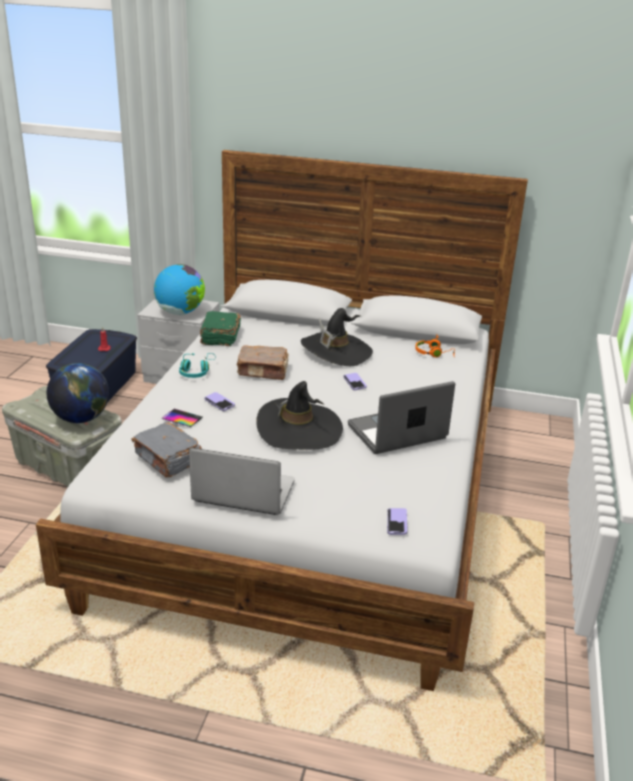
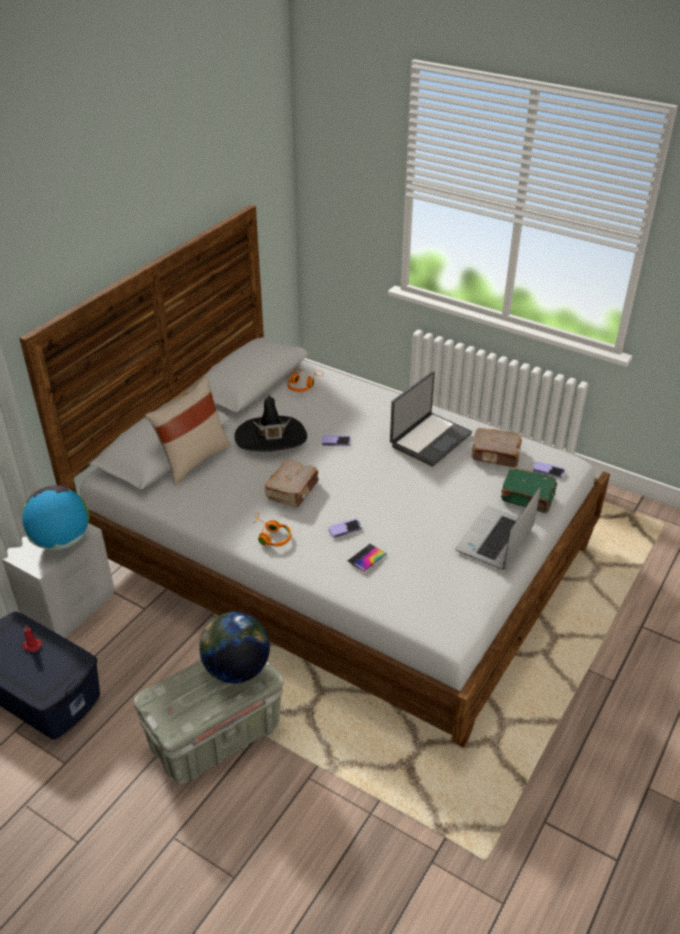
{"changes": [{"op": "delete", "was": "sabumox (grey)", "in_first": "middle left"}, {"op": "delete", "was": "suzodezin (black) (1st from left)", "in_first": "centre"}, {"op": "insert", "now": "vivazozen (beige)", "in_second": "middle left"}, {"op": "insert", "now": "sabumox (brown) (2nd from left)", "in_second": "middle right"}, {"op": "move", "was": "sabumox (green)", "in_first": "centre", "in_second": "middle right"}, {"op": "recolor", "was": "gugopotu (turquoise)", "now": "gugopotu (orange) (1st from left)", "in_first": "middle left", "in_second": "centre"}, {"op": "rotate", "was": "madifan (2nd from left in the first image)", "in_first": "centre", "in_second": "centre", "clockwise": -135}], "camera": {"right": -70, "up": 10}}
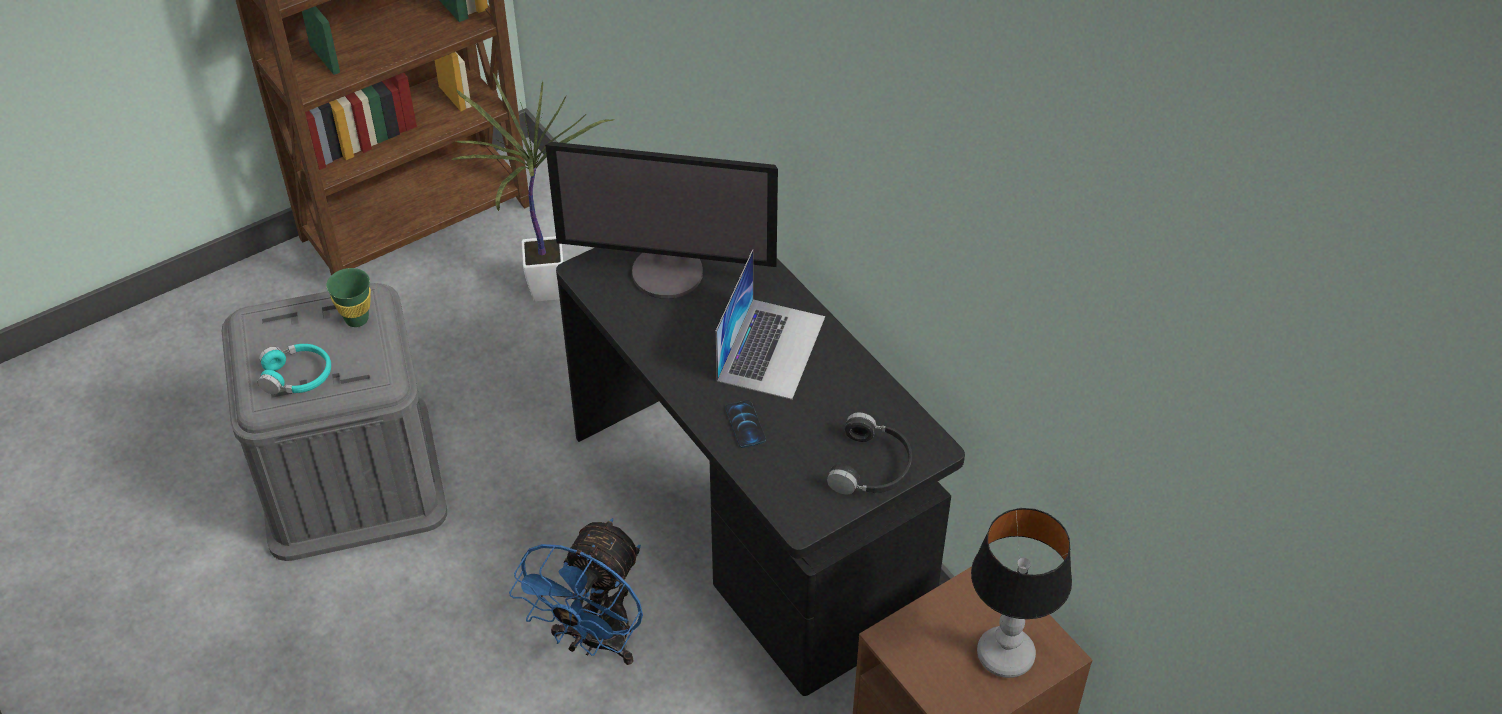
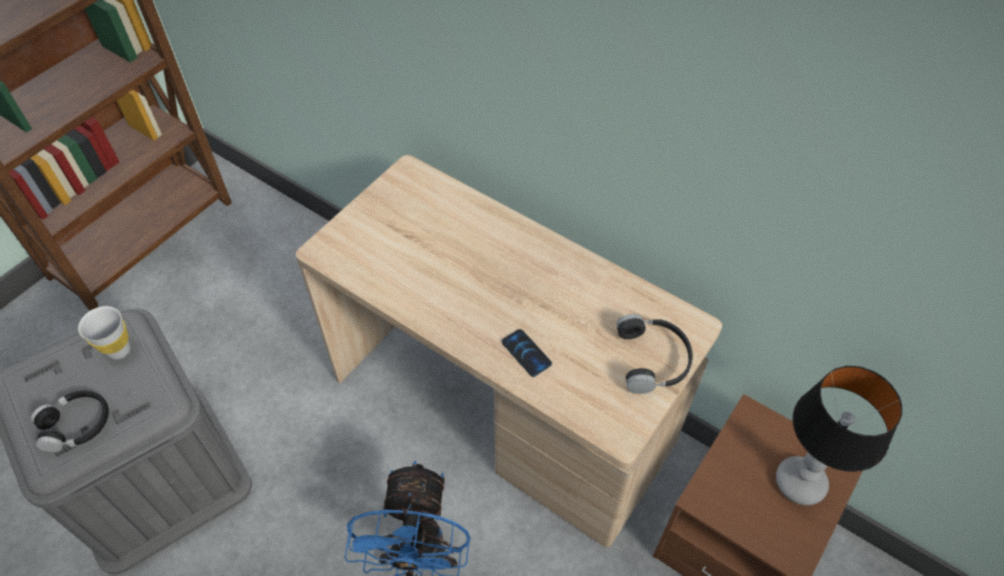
{"changes": [{"op": "delete", "was": "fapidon", "in_first": "top centre"}, {"op": "delete", "was": "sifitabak", "in_first": "top centre"}, {"op": "delete", "was": "madifan", "in_first": "centre"}, {"op": "recolor", "was": "gugopotu (turquoise)", "now": "gugopotu (black) (1st from left)", "in_first": "middle left", "in_second": "bottom left"}, {"op": "recolor", "was": "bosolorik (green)", "now": "bosolorik (white)", "in_first": "middle left", "in_second": "middle left"}, {"op": "recolor", "was": "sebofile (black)", "now": "sebofile (beige)", "in_first": "centre", "in_second": "centre"}], "camera": {"right": -20, "up": 5}}
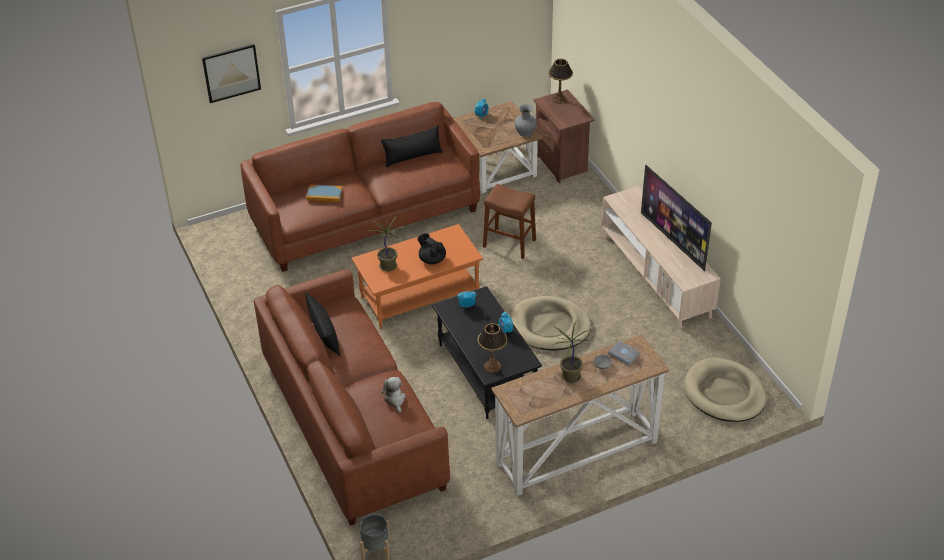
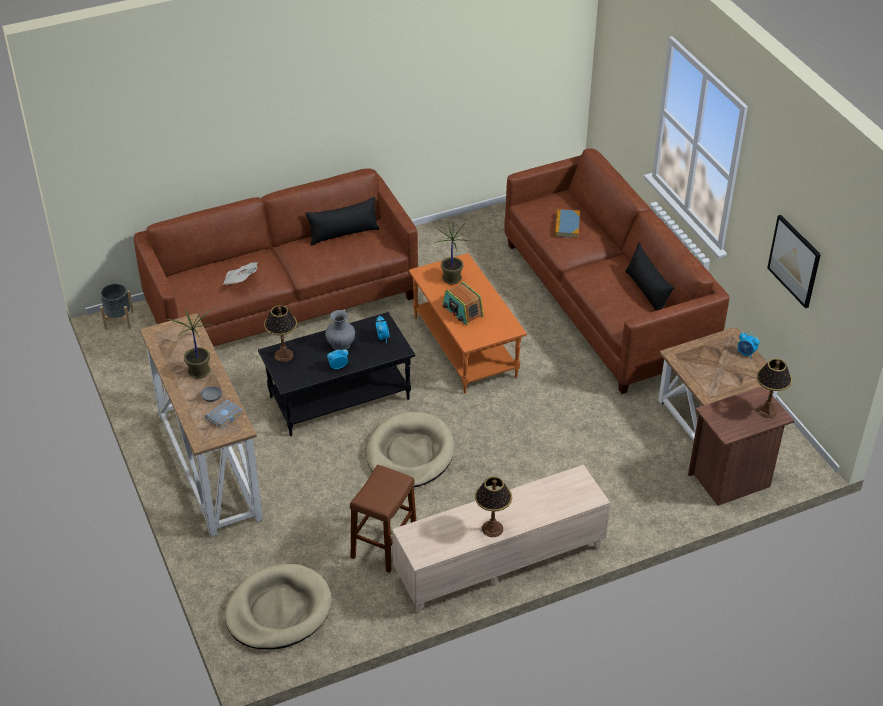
{"changes": [{"op": "move", "was": "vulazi", "in_first": "top left", "in_second": "middle right"}, {"op": "move", "was": "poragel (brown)", "in_first": "centre", "in_second": "bottom centre"}, {"op": "move", "was": "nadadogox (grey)", "in_first": "top centre", "in_second": "centre"}, {"op": "replace", "was": "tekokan", "now": "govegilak", "in_first": "bottom centre", "in_second": "middle left"}, {"op": "replace", "was": "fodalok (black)", "now": "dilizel", "in_first": "centre", "in_second": "centre"}, {"op": "replace", "was": "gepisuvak", "now": "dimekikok (2nd from left)", "in_first": "middle right", "in_second": "bottom centre"}], "camera": {"right": 90, "up": 0}}
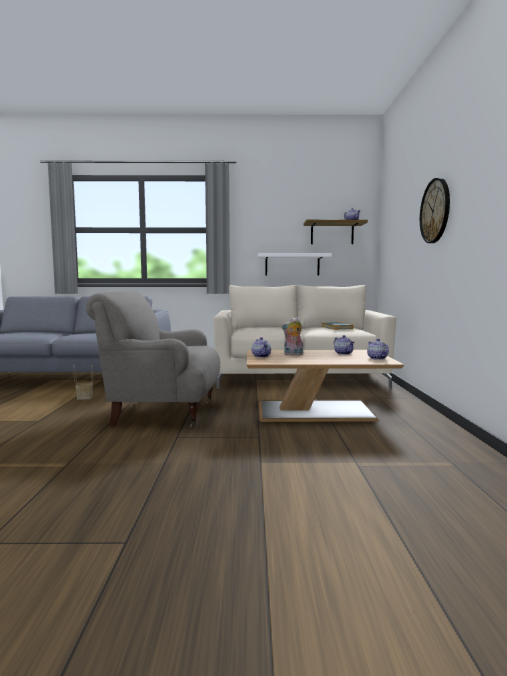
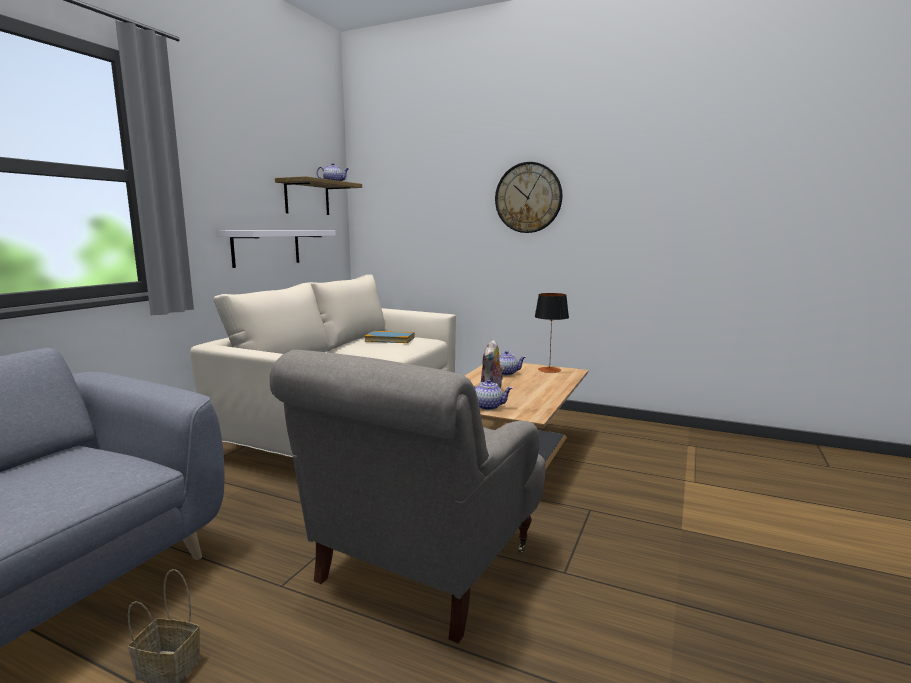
{"changes": [{"op": "replace", "was": "fodalok (4th from left)", "now": "dimekikok", "in_first": "middle right", "in_second": "centre"}], "camera": {"right": -65, "up": 5}}
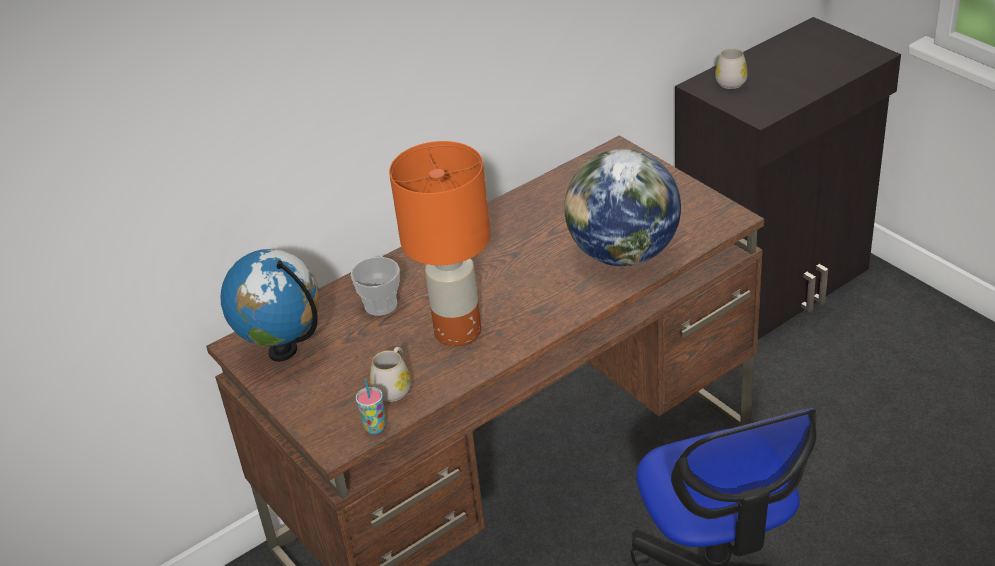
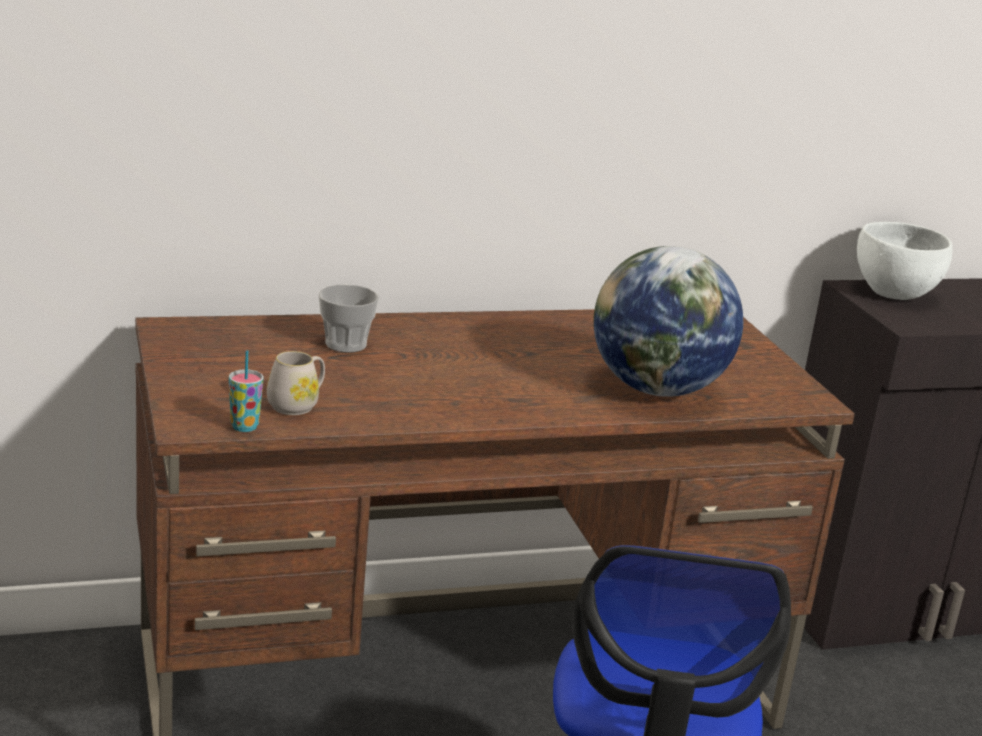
{"changes": [{"op": "delete", "was": "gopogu (1st from left)", "in_first": "middle left"}, {"op": "delete", "was": "dimekikok (orange)", "in_first": "centre"}, {"op": "replace", "was": "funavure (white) (2nd from left)", "now": "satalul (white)", "in_first": "top right", "in_second": "middle right"}], "camera": {"right": 15, "up": -15}}
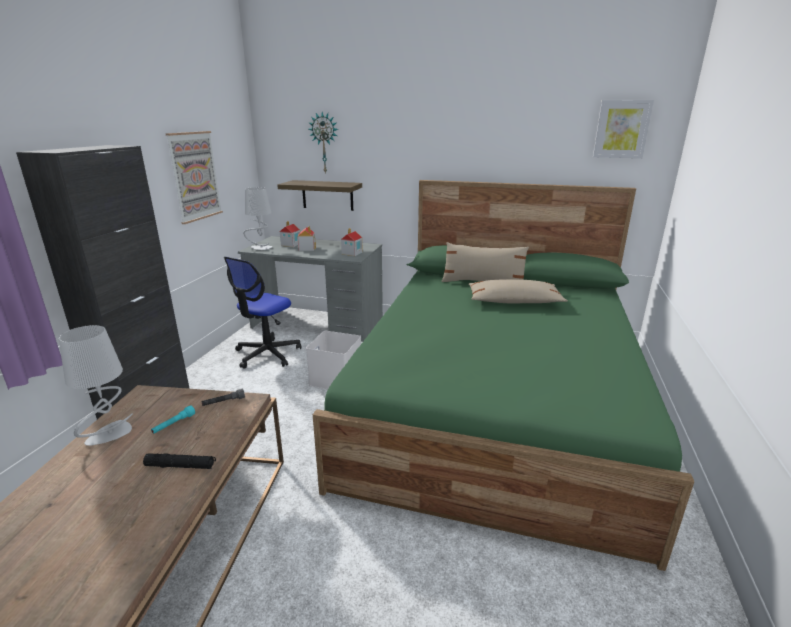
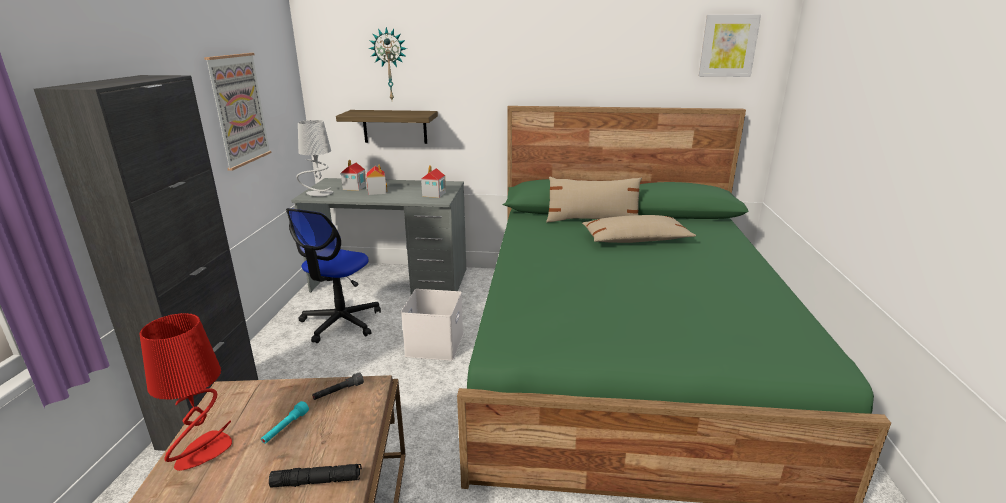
{"changes": [{"op": "recolor", "was": "dimekikok (grey) (1st from left)", "now": "dimekikok (red)", "in_first": "middle left", "in_second": "bottom left"}], "camera": {"right": -10, "up": 0}}
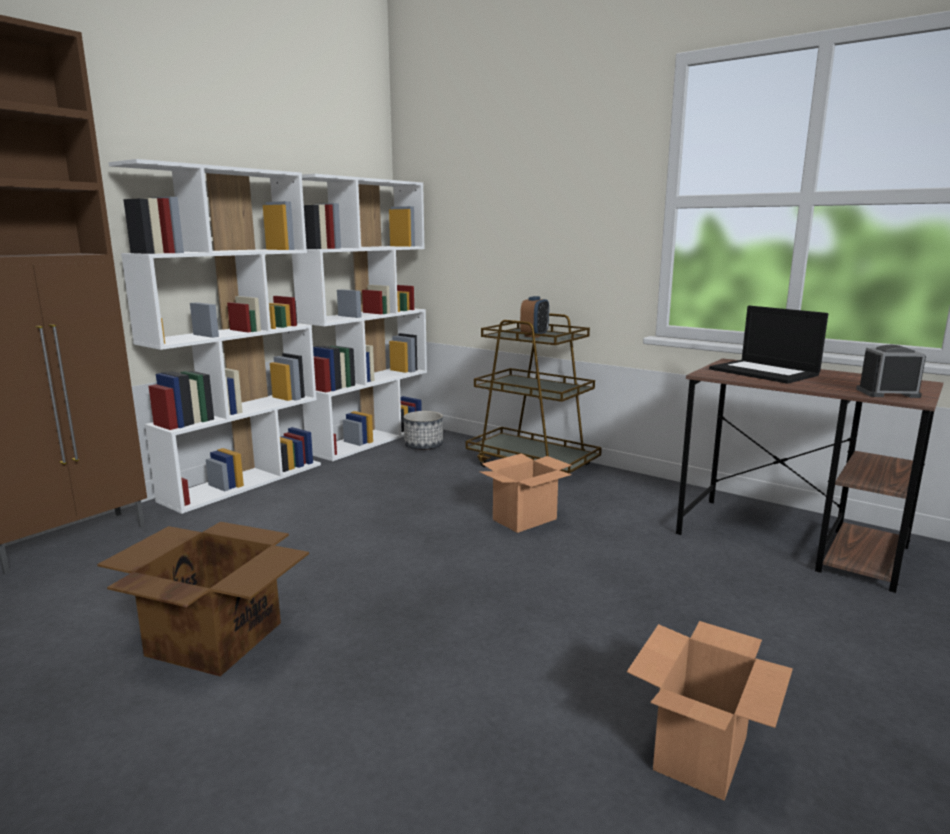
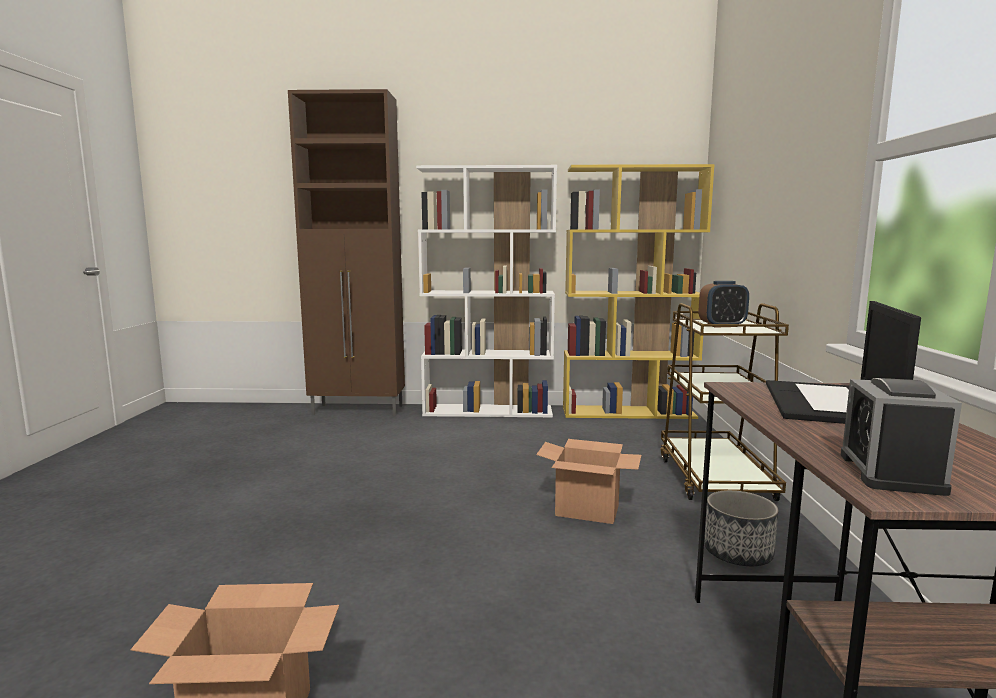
{"changes": [{"op": "delete", "was": "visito (1st from left)", "in_first": "bottom left"}, {"op": "move", "was": "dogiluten", "in_first": "centre", "in_second": "bottom right"}, {"op": "recolor", "was": "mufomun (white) (2nd from left)", "now": "mufomun (yellow)", "in_first": "centre", "in_second": "centre"}, {"op": "rotate", "was": "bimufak (2nd from left)", "in_first": "middle right", "in_second": "middle right", "clockwise": -135}], "camera": {"right": 55, "up": -5}}
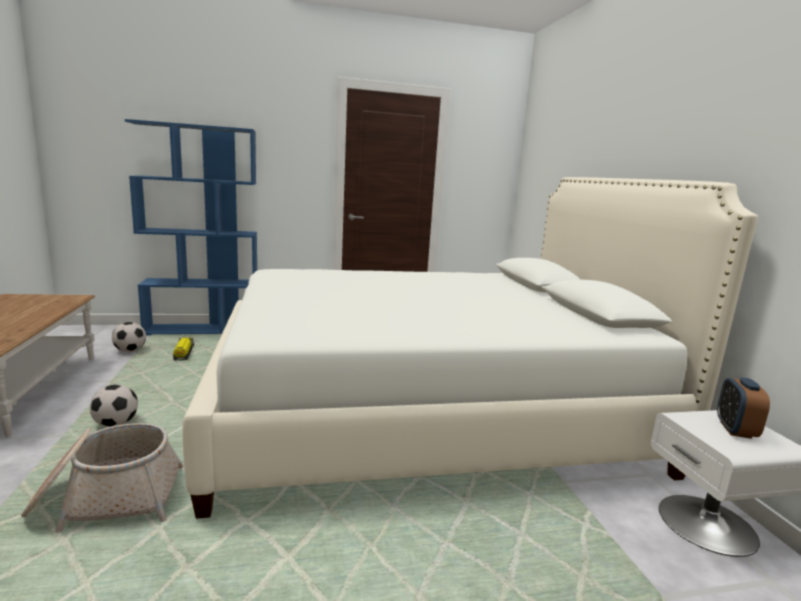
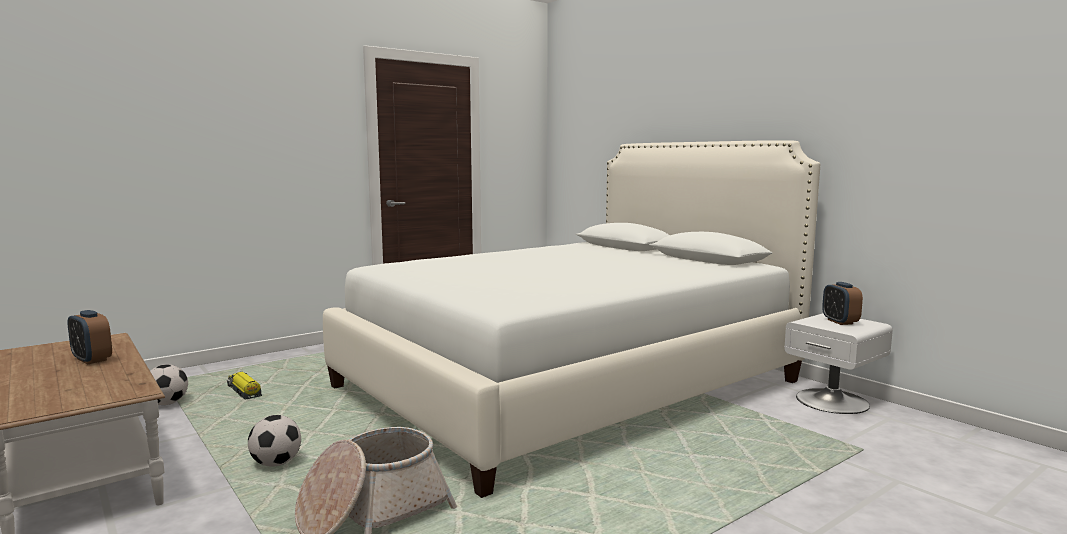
{"changes": [{"op": "delete", "was": "mufomun (blue)", "in_first": "middle left"}, {"op": "insert", "now": "bimufak (1st from left)", "in_second": "middle left"}], "camera": {"right": -25, "up": -5}}
